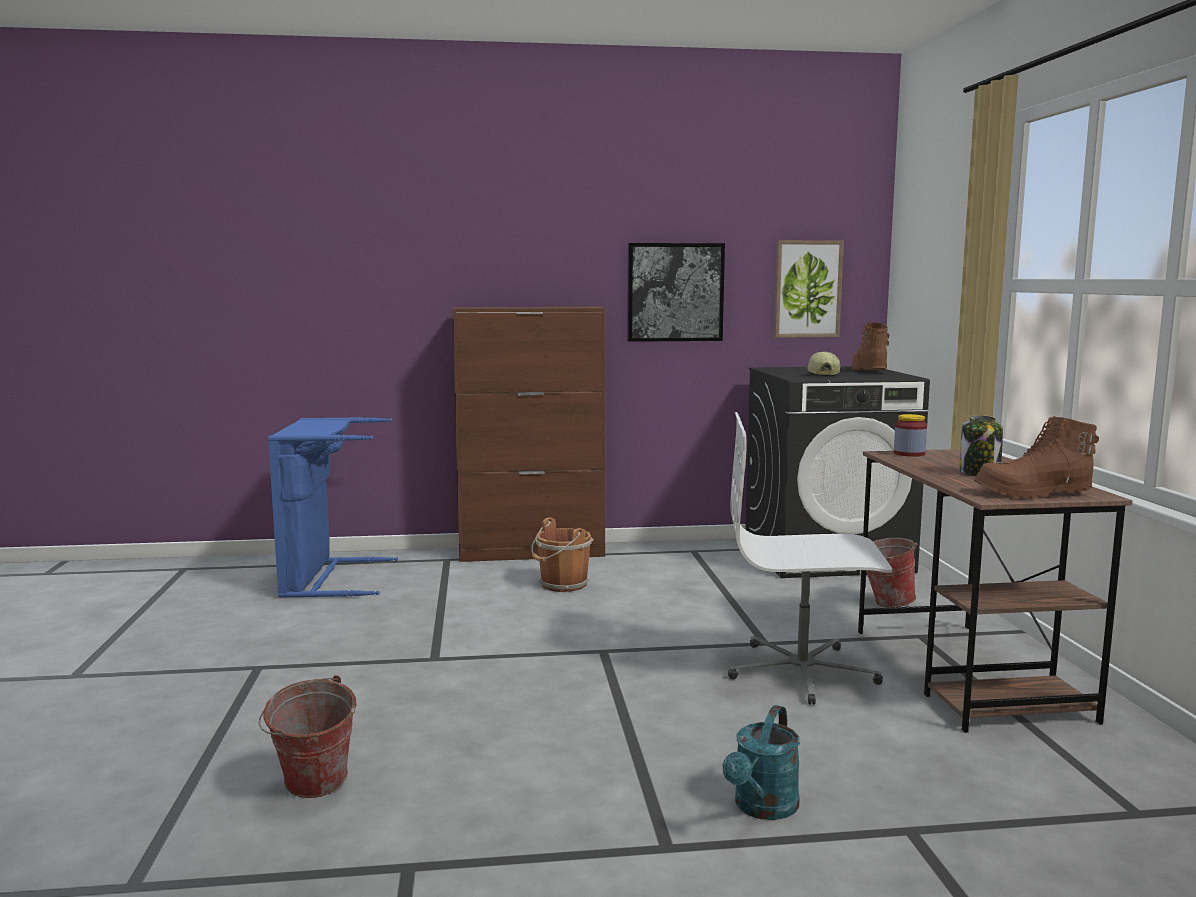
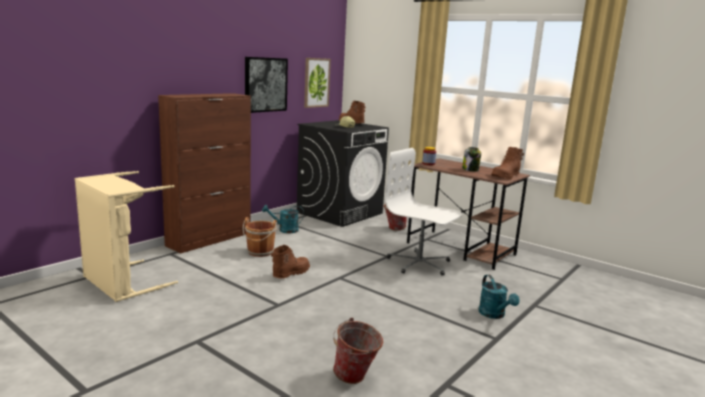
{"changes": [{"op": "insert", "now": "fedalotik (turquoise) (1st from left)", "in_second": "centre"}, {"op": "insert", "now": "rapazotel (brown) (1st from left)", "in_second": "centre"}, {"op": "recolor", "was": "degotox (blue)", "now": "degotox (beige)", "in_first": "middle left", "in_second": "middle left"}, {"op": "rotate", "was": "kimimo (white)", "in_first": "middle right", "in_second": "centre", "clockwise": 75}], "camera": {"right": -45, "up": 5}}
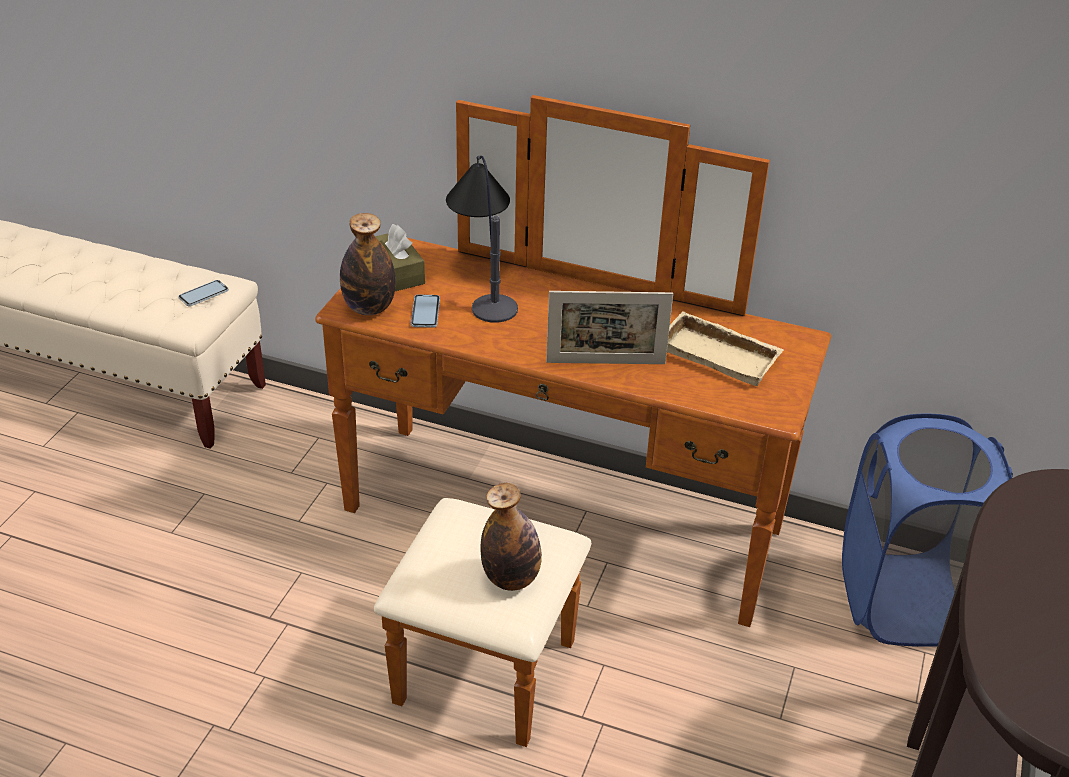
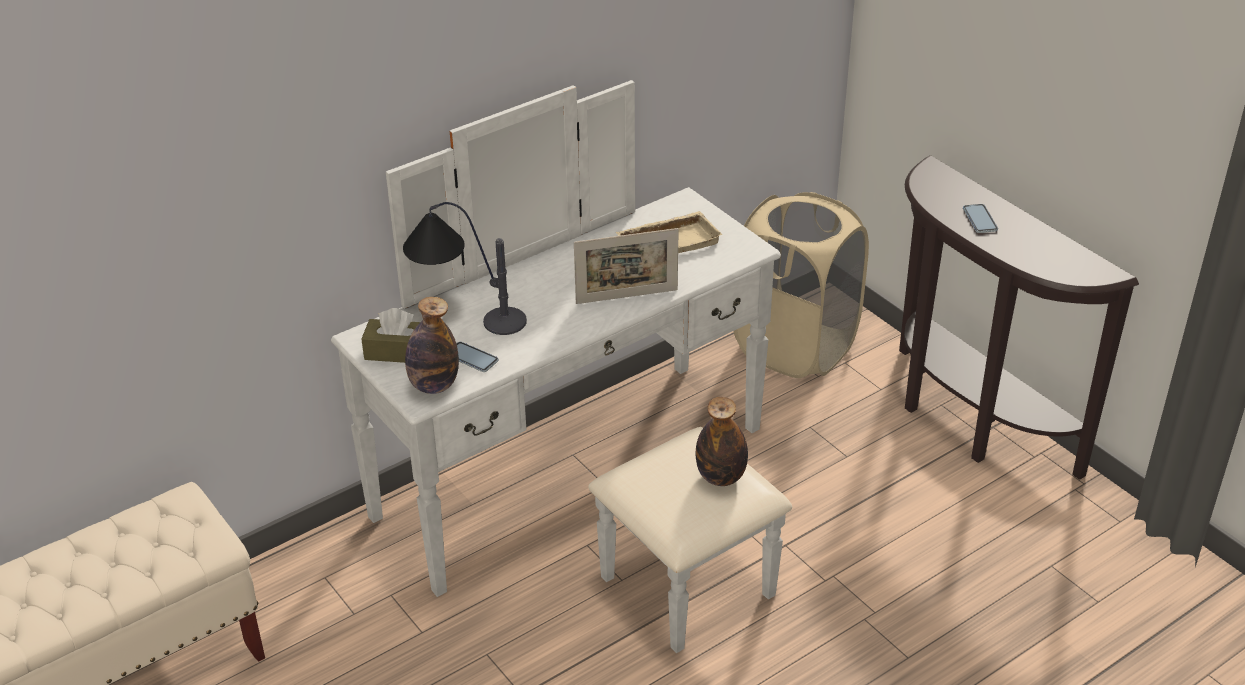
{"changes": [{"op": "move", "was": "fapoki (1st from left in the first image)", "now": "fapoki (2nd from left)", "in_first": "middle left", "in_second": "top right"}, {"op": "recolor", "was": "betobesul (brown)", "now": "betobesul (white)", "in_first": "centre", "in_second": "centre"}, {"op": "recolor", "was": "degotox (blue)", "now": "degotox (beige)", "in_first": "bottom right", "in_second": "centre"}, {"op": "rotate", "was": "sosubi", "in_first": "centre", "in_second": "centre", "clockwise": 45}], "camera": {"right": -55, "up": 0}}
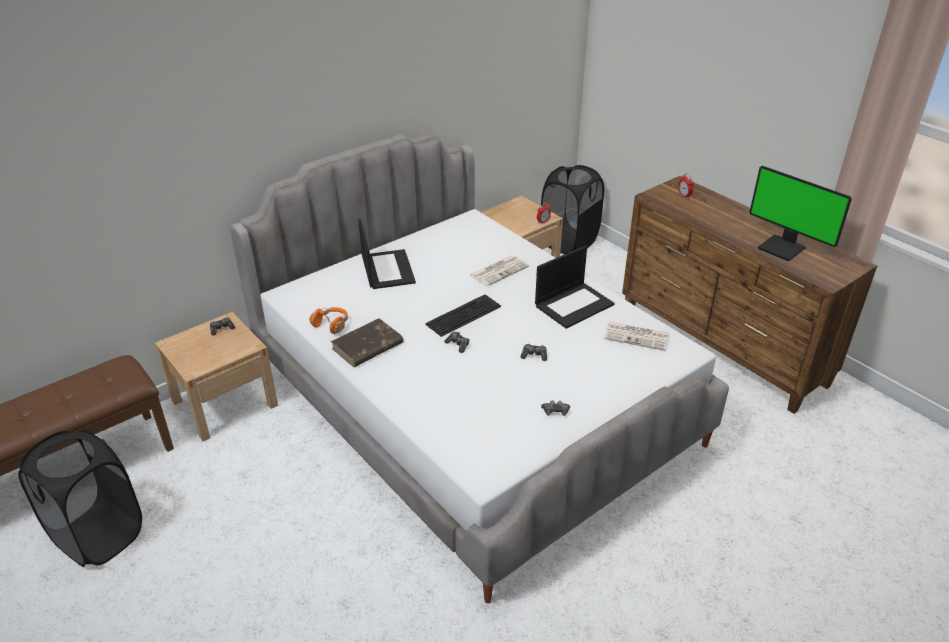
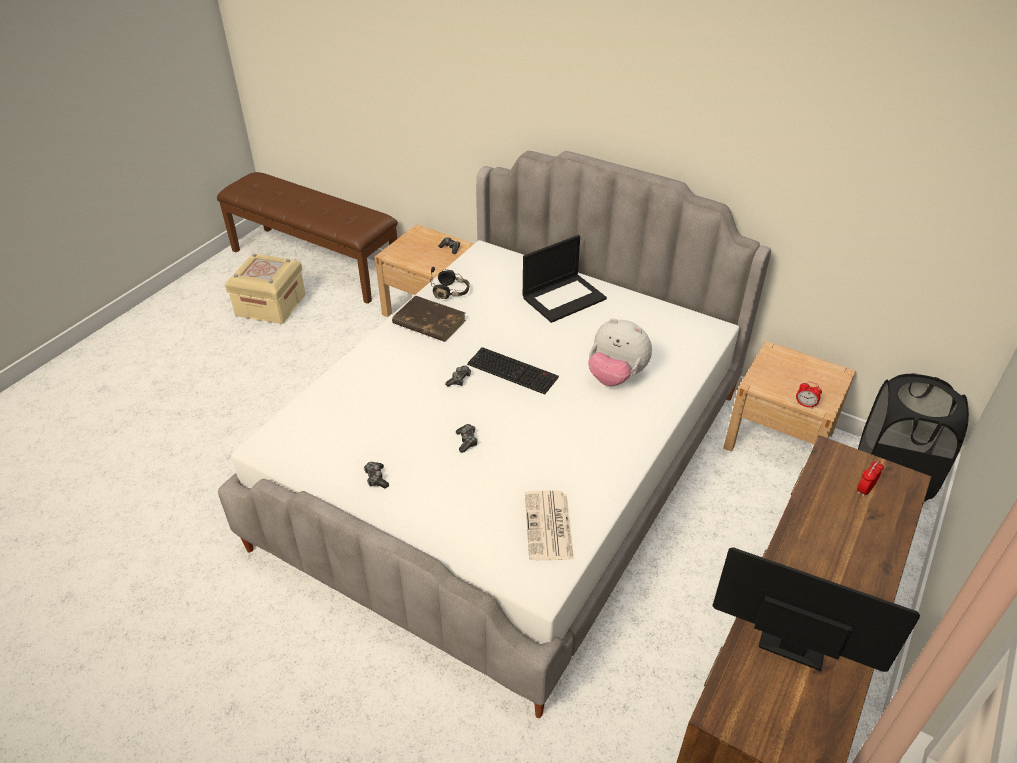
{"changes": [{"op": "delete", "was": "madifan (2nd from left)", "in_first": "centre"}, {"op": "replace", "was": "degotox (black) (1st from left)", "now": "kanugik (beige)", "in_first": "bottom left", "in_second": "middle left"}, {"op": "replace", "was": "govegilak (1st from left)", "now": "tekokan", "in_first": "centre", "in_second": "centre"}, {"op": "recolor", "was": "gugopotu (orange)", "now": "gugopotu (black)", "in_first": "centre", "in_second": "centre"}, {"op": "rotate", "was": "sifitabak", "in_first": "top right", "in_second": "bottom right", "clockwise": 90}], "camera": {"right": 70, "up": 5}}
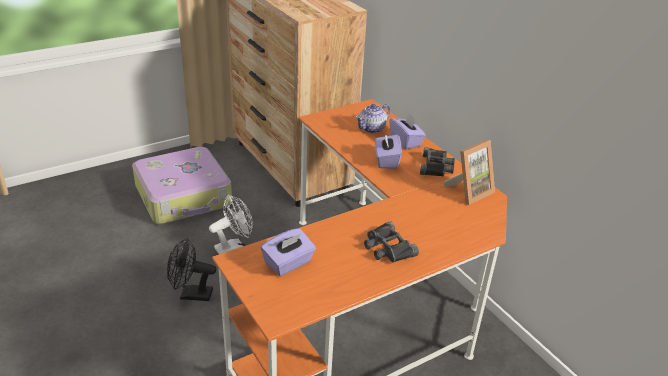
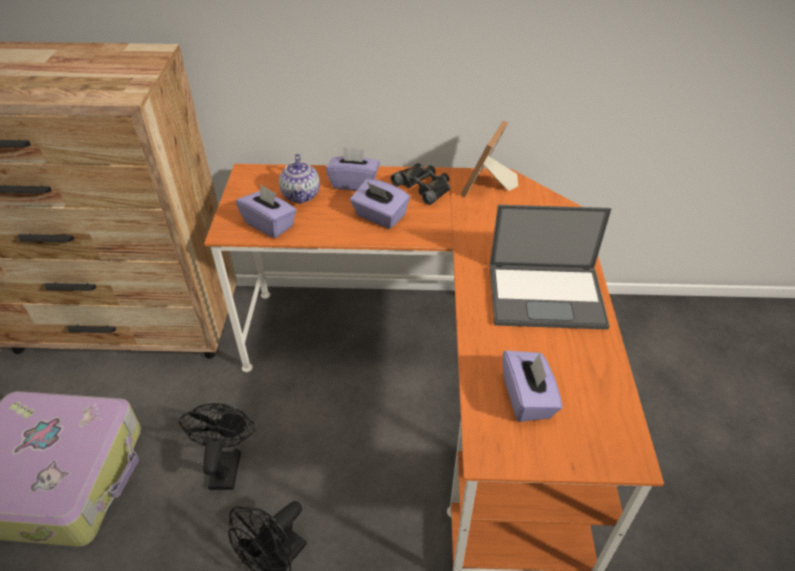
{"changes": [{"op": "insert", "now": "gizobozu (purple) (1st from left)", "in_second": "centre"}, {"op": "replace", "was": "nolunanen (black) (1st from left)", "now": "madifan", "in_first": "centre", "in_second": "middle right"}, {"op": "recolor", "was": "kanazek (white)", "now": "kanazek (black) (1st from left)", "in_first": "centre", "in_second": "bottom left"}, {"op": "rotate", "was": "sosubi", "in_first": "middle right", "in_second": "top centre", "clockwise": -150}], "camera": {"right": -55, "up": 10}}
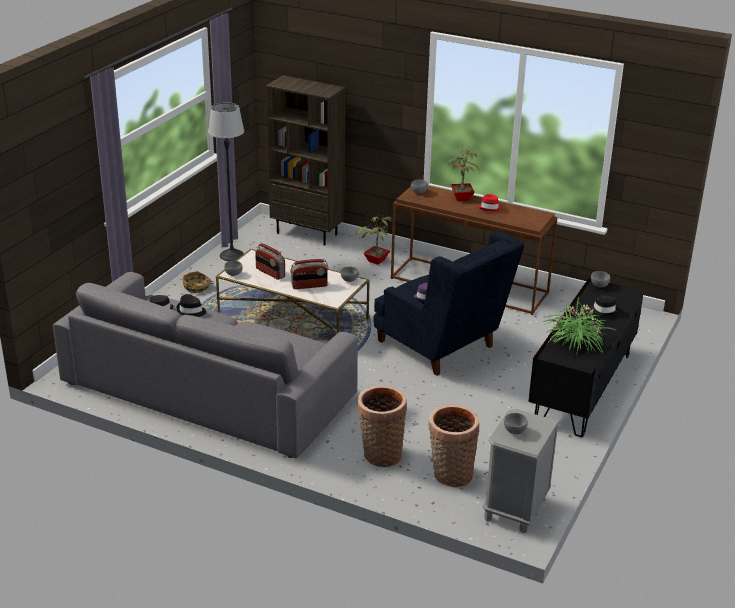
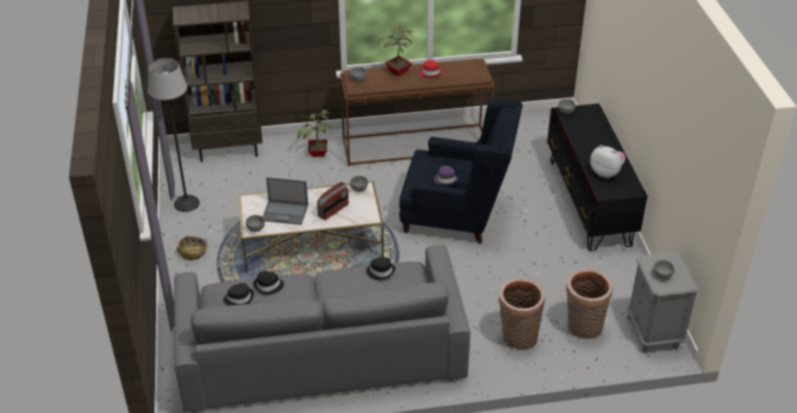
{"changes": [{"op": "move", "was": "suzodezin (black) (3rd from left)", "in_first": "middle right", "in_second": "centre"}, {"op": "replace", "was": "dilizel (1st from left)", "now": "madifan", "in_first": "centre", "in_second": "centre"}, {"op": "replace", "was": "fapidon (3rd from left)", "now": "tekokan", "in_first": "middle right", "in_second": "middle right"}], "camera": {"right": -35, "up": 10}}
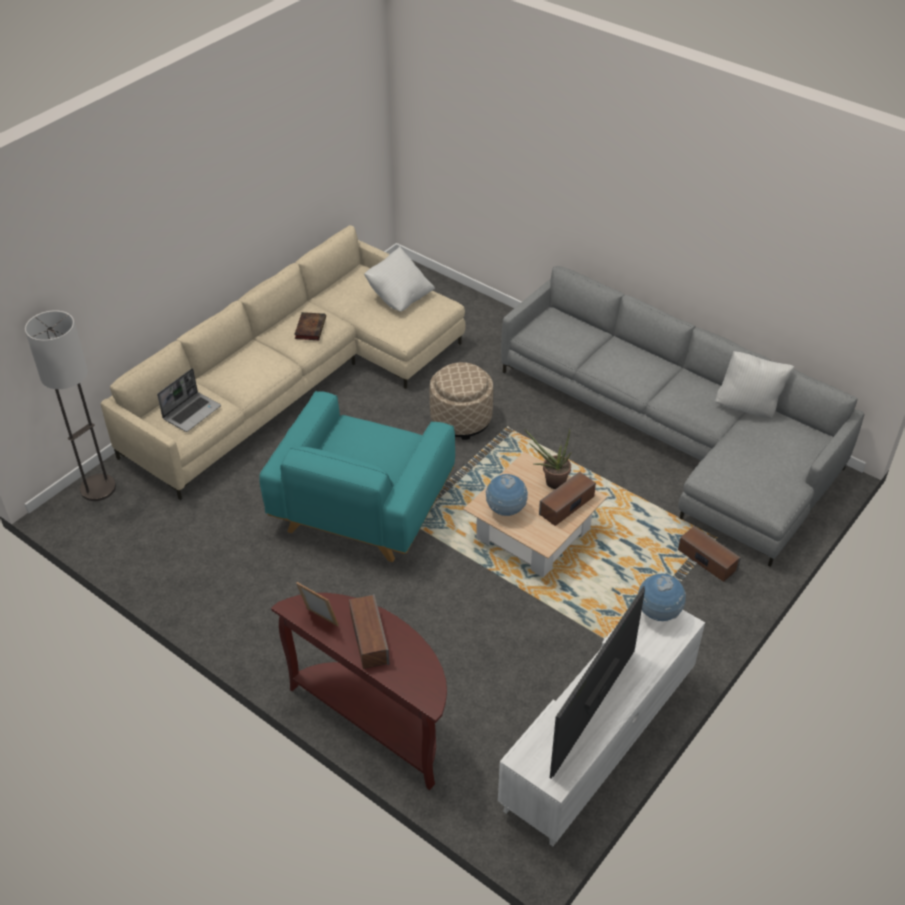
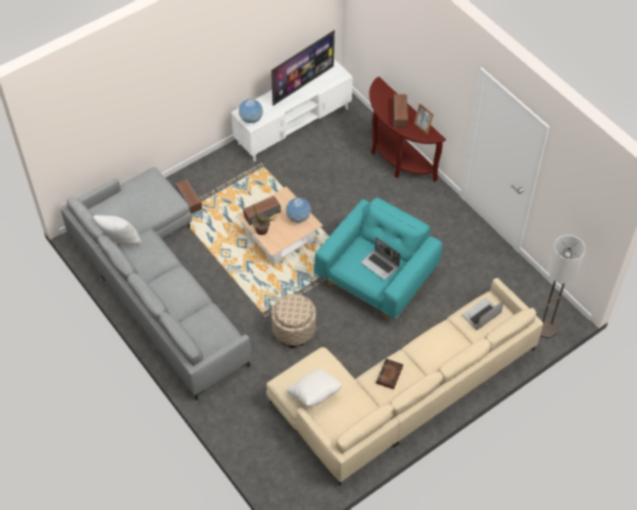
{"changes": [{"op": "insert", "now": "madifan (1st from left)", "in_second": "centre"}], "camera": {"right": -165, "up": 10}}
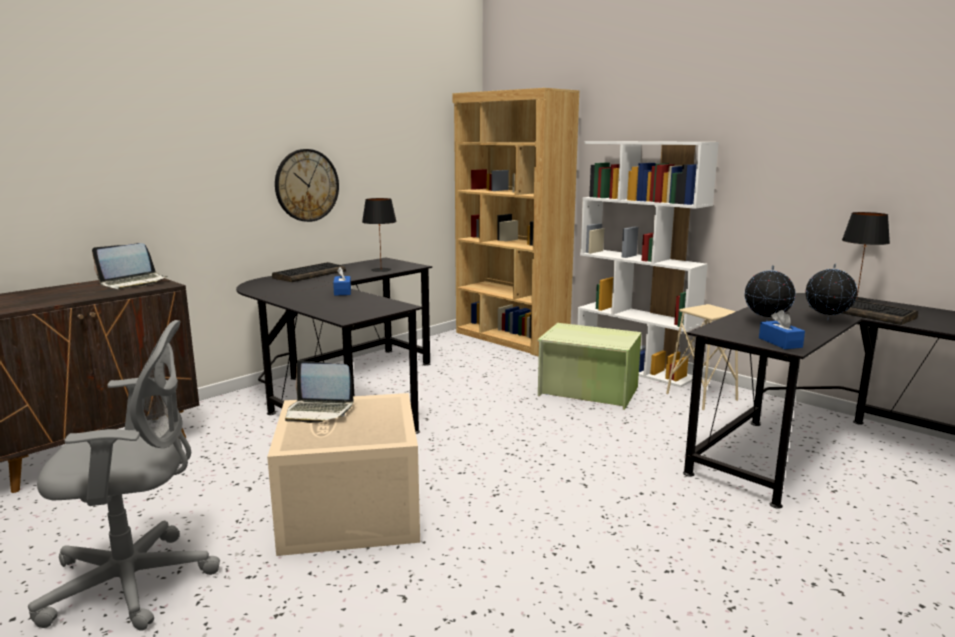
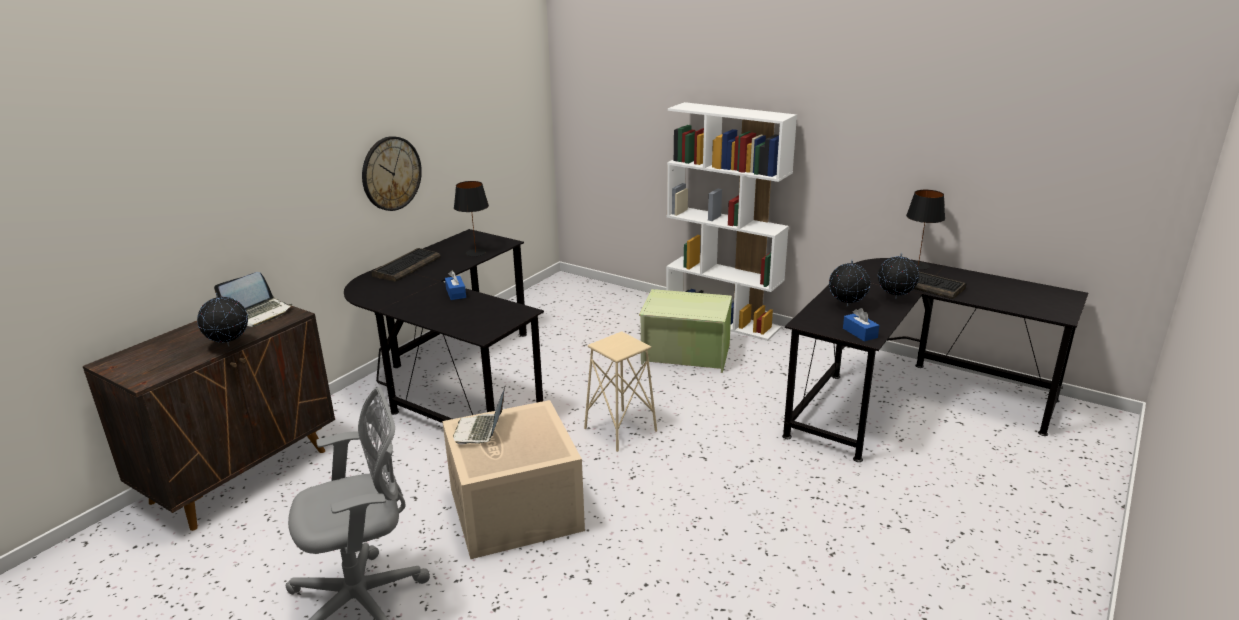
{"changes": [{"op": "delete", "was": "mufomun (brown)", "in_first": "centre"}, {"op": "insert", "now": "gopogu (1st from left)", "in_second": "middle left"}, {"op": "move", "was": "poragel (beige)", "in_first": "middle right", "in_second": "centre"}, {"op": "rotate", "was": "madifan (2nd from left)", "in_first": "centre", "in_second": "bottom centre", "clockwise": 90}], "camera": {"right": -10, "up": 10}}
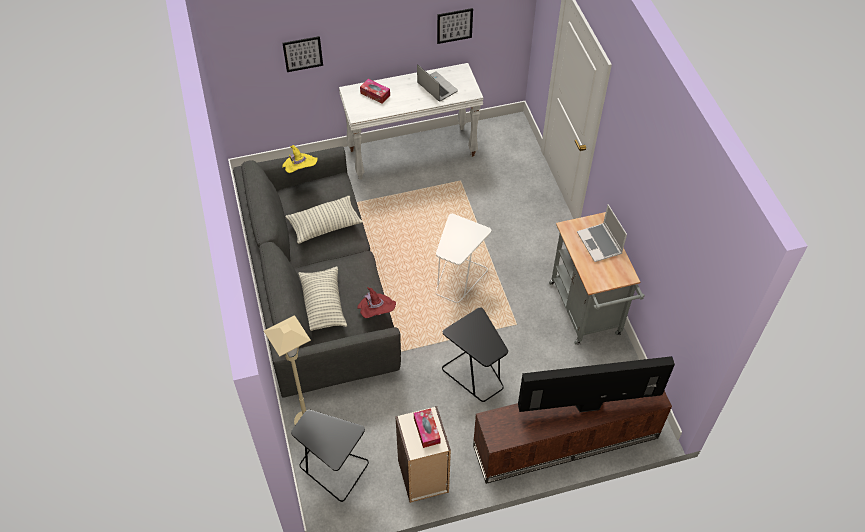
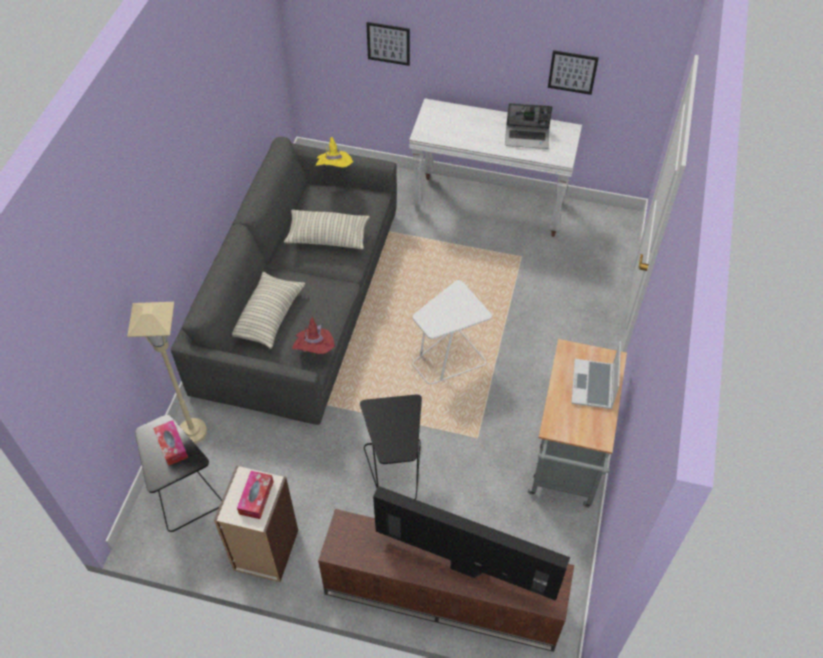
{"changes": [{"op": "move", "was": "gizobozu (1st from left)", "in_first": "top centre", "in_second": "bottom left"}, {"op": "rotate", "was": "madifan (1st from left)", "in_first": "top centre", "in_second": "top centre", "clockwise": 105}], "camera": {"right": 30, "up": 0}}
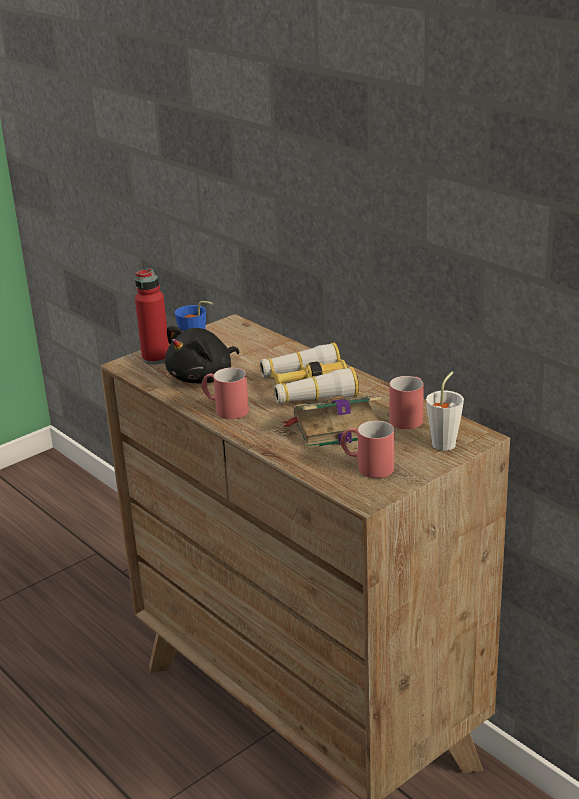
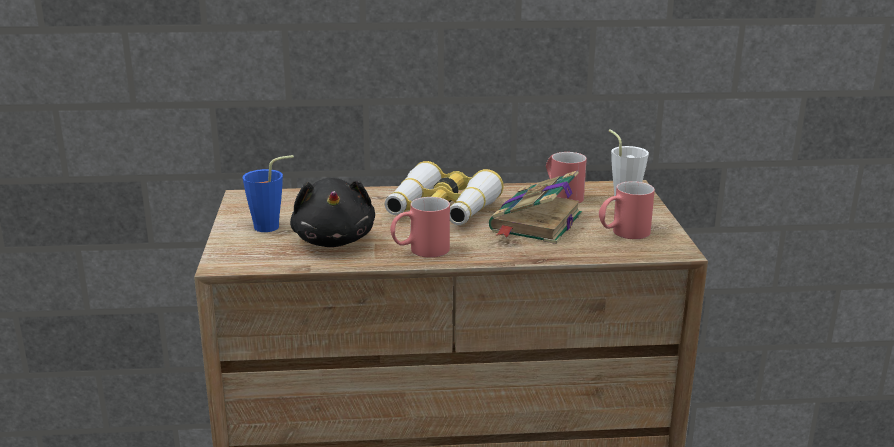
{"changes": [{"op": "delete", "was": "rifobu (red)", "in_first": "middle left"}], "camera": {"right": -55, "up": -5}}
